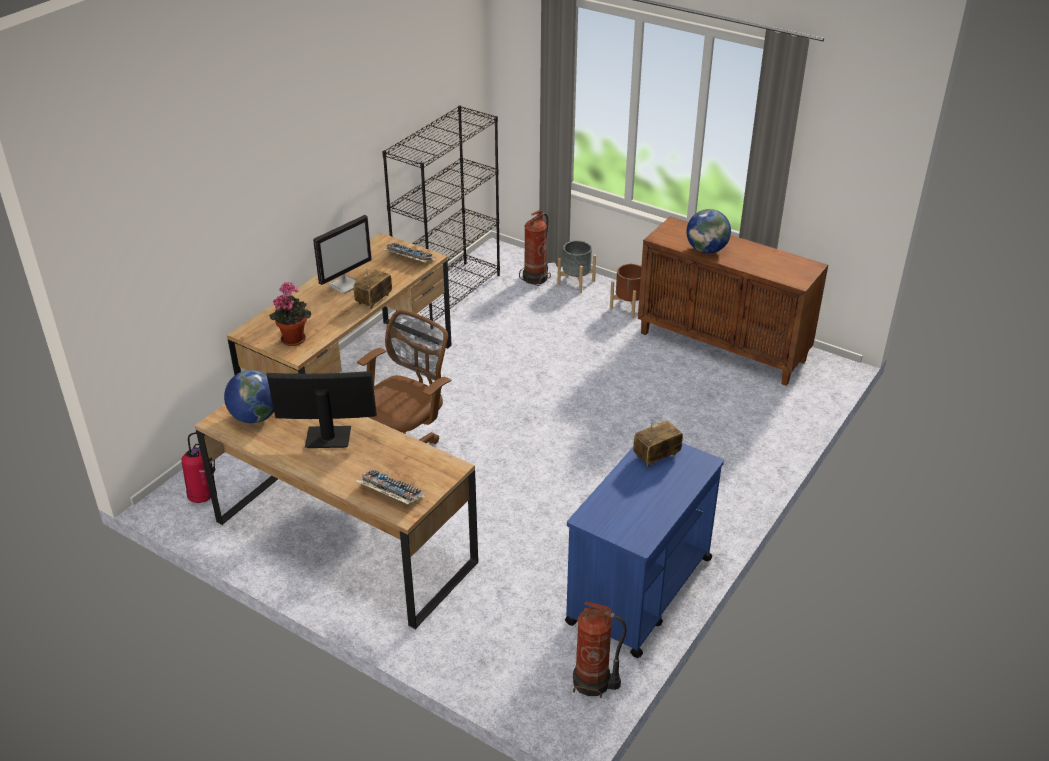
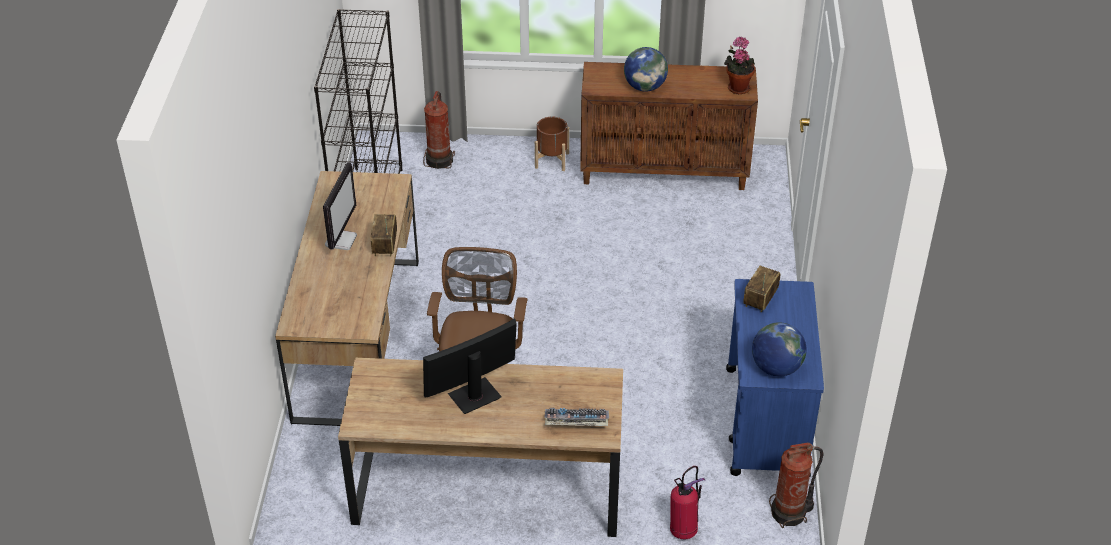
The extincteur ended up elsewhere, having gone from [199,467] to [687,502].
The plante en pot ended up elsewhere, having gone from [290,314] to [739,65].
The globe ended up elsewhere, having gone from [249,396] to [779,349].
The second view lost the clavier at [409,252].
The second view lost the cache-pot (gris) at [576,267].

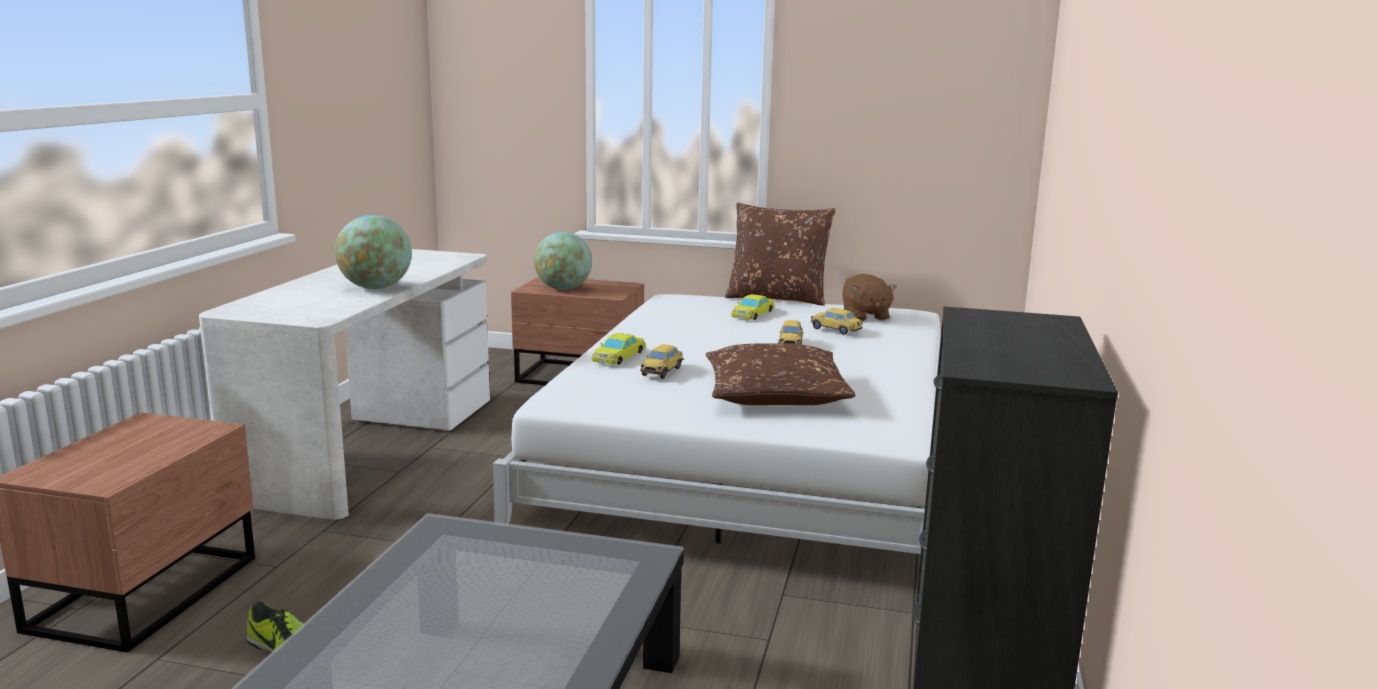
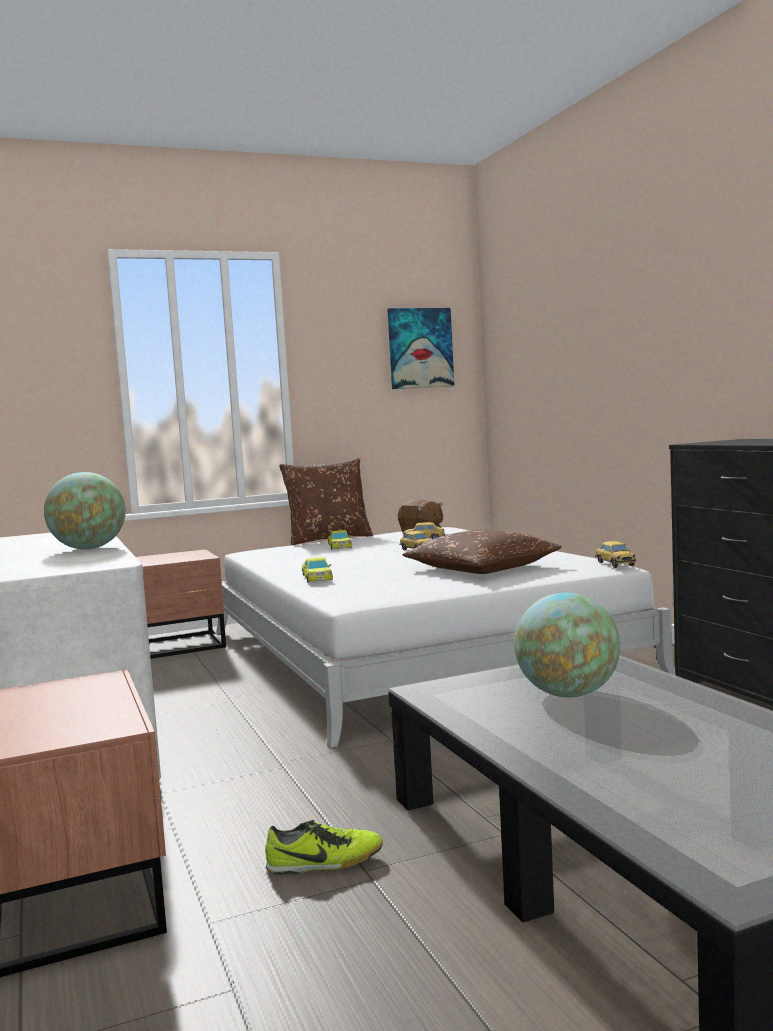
The second view gained the tableau at [420,348].
The globe ended up elsewhere, having gone from [563,261] to [567,645].
The petite voiture ended up elsewhere, having gone from [662,361] to [615,554].

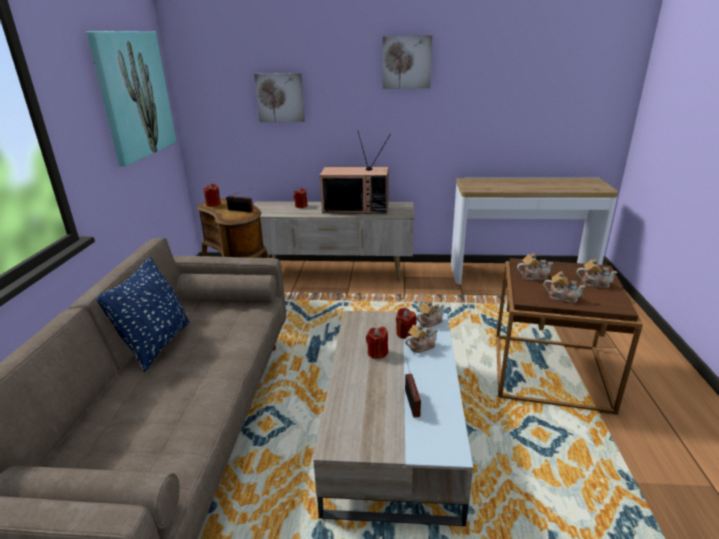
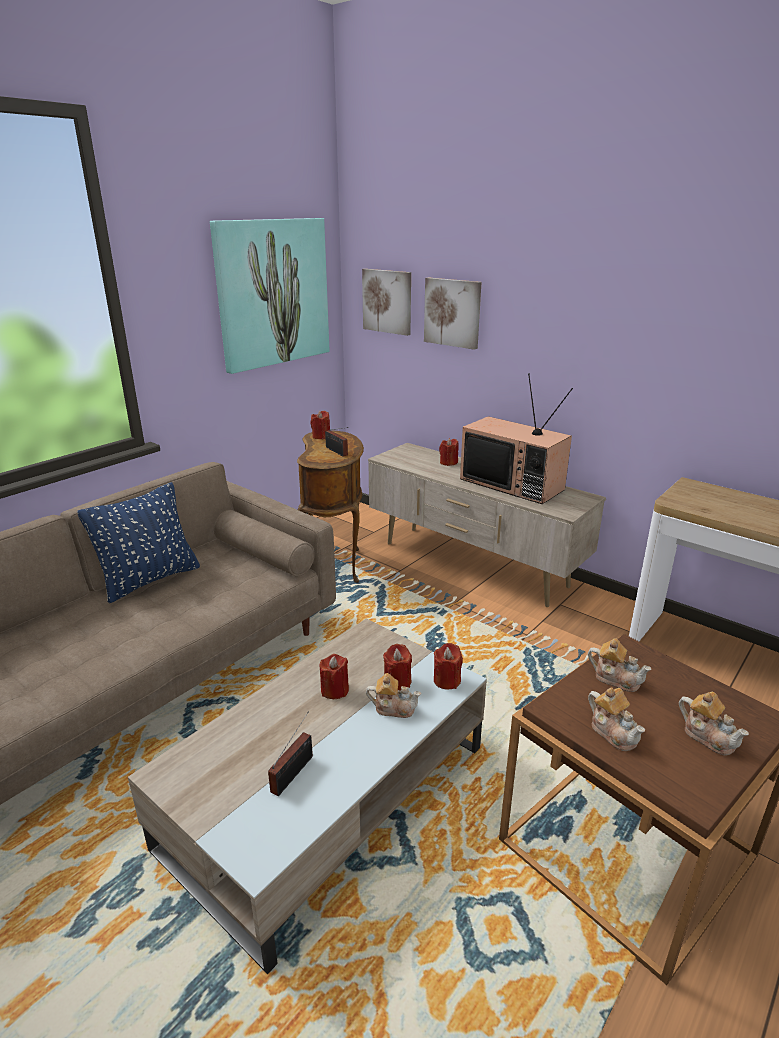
The tableau ended up elsewhere, having gone from [407,62] to [386,302].
Where the théière stood at [430,314], the bougie (rouge) came to stand at [448,666].

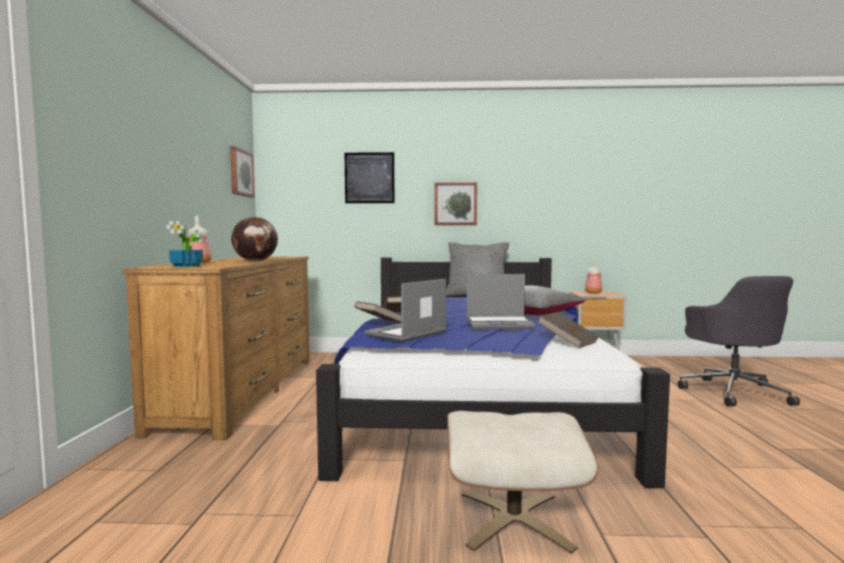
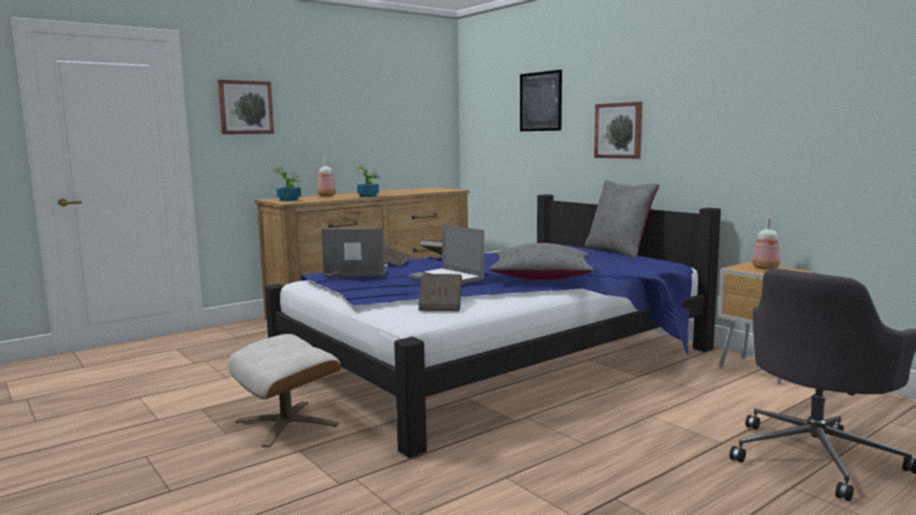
The tableau ended up elsewhere, having gone from [242,172] to [246,107].
Where the globe stood at [254,239], the plante en pot came to stand at [367,180].

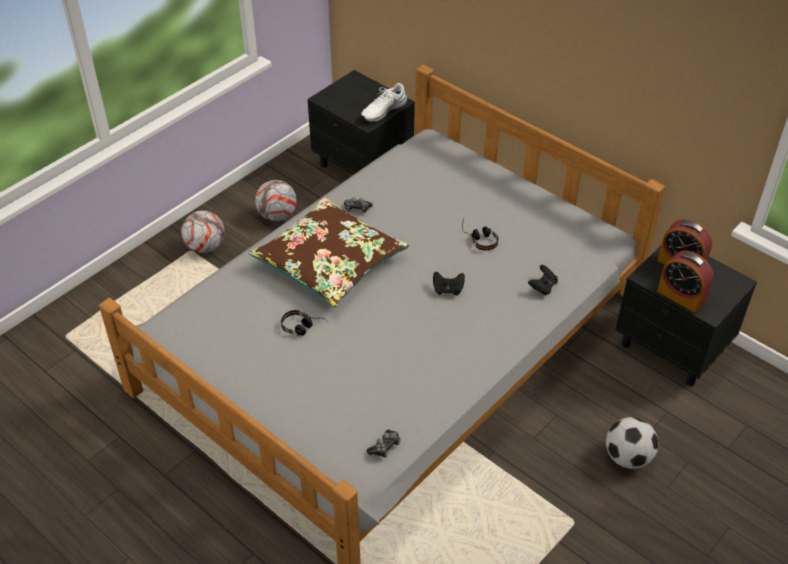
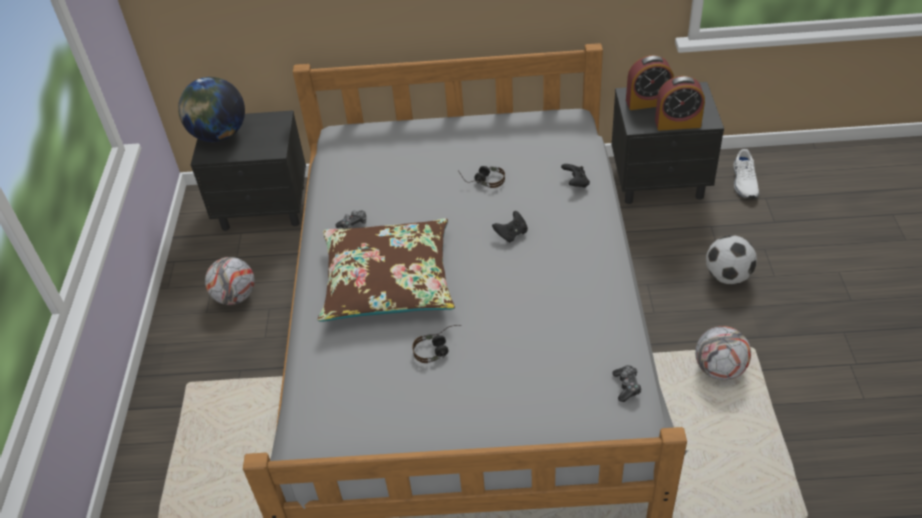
The second view gained the globe at [211,109].
The ballon de foot ended up elsewhere, having gone from [203,231] to [723,353].
The chaussure (blanc) ended up elsewhere, having gone from [384,102] to [746,174].

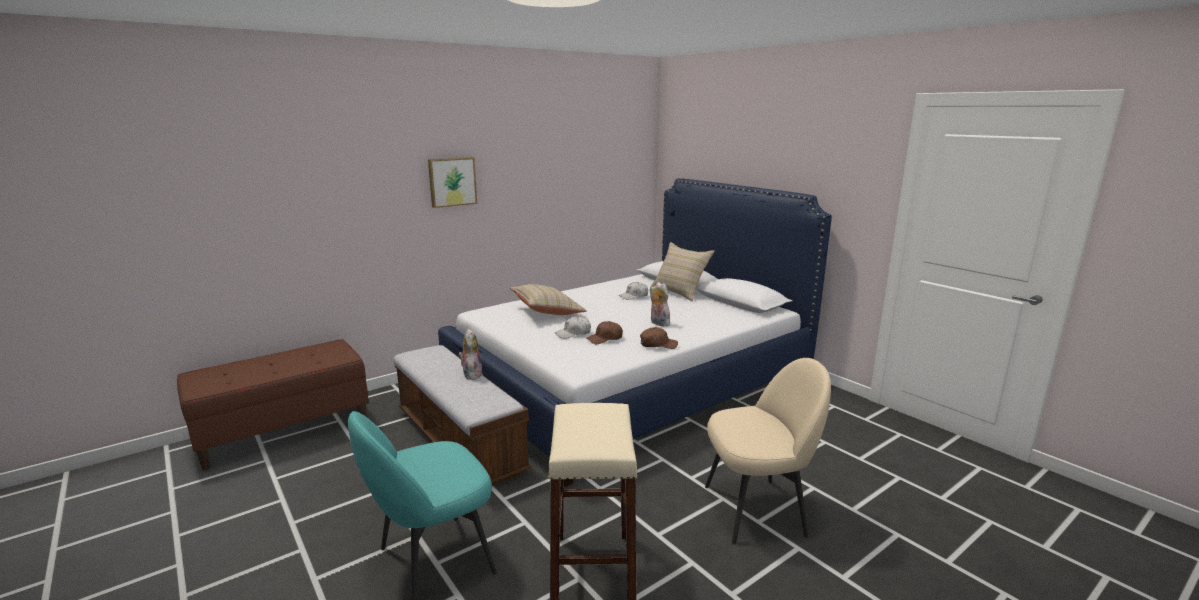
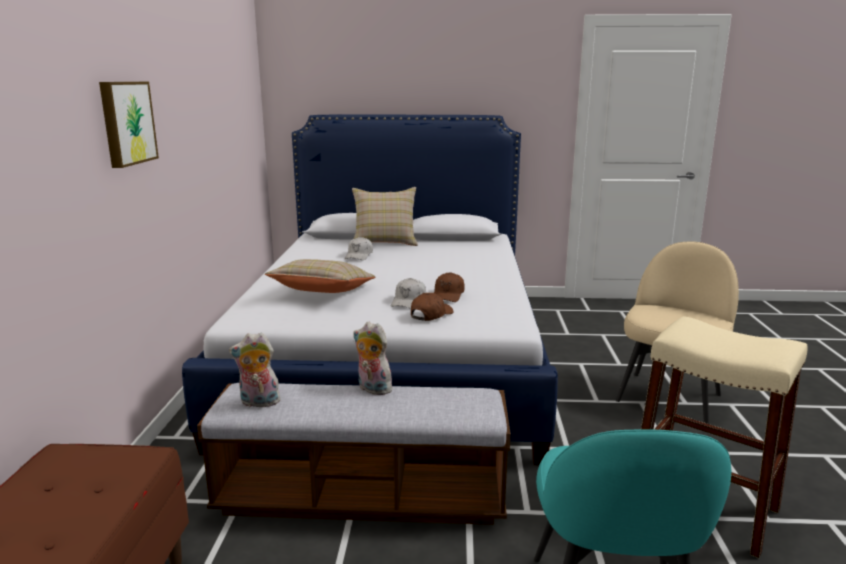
The peluche ended up elsewhere, having gone from [660,304] to [255,369].
The casquette (marron) ended up elsewhere, having gone from [659,338] to [432,307].

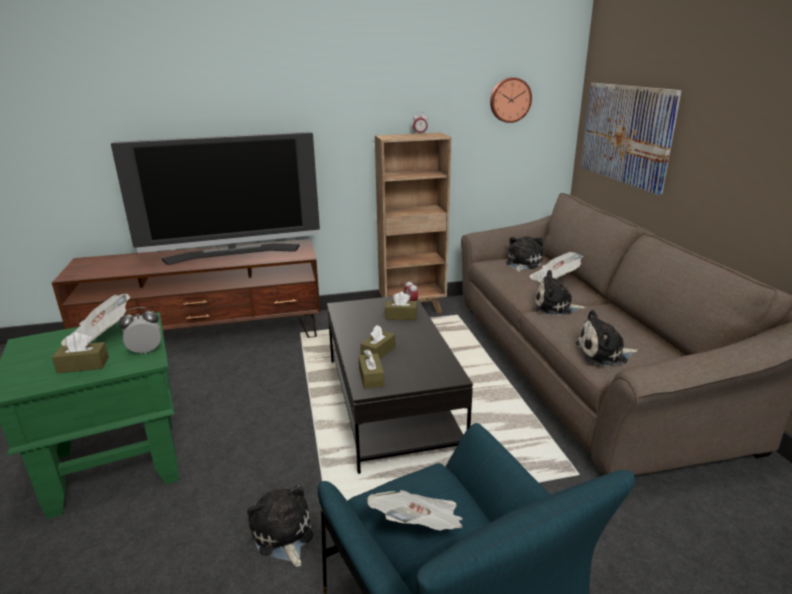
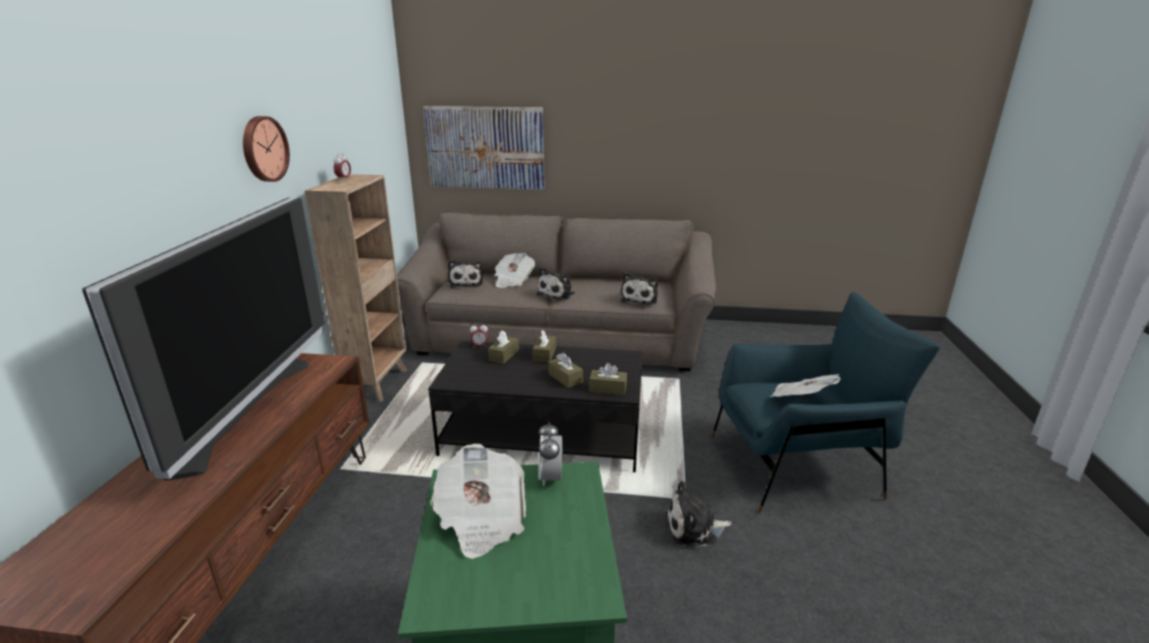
The horloge murale ended up elsewhere, having gone from [511,100] to [266,149].
The peluche at [524,254] ended up facing another way, 150 degrees counterclockwise from before.
The boîte à mouchoirs (marron) ended up elsewhere, having gone from [80,352] to [544,346].

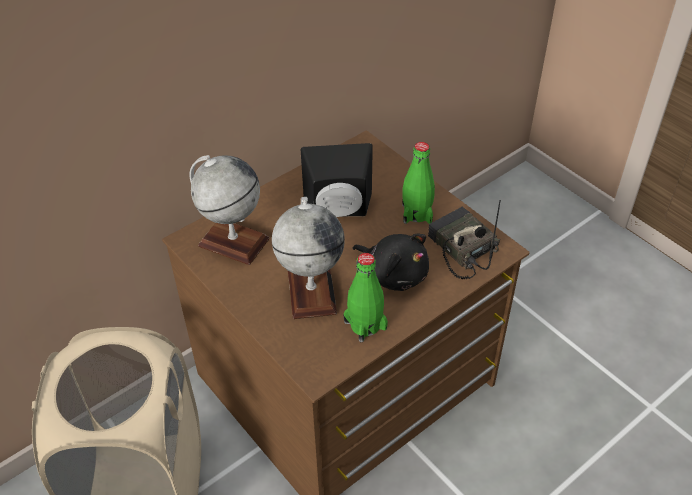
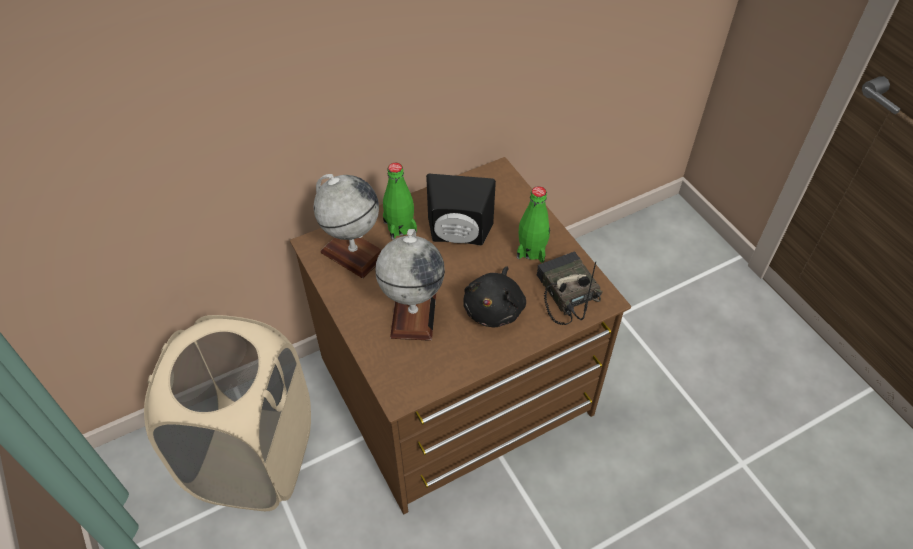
The bouteille (vert) ended up elsewhere, having gone from [365,297] to [400,201].
The peluche (noir) at [390,262] ended up facing another way, 60 degrees clockwise from before.

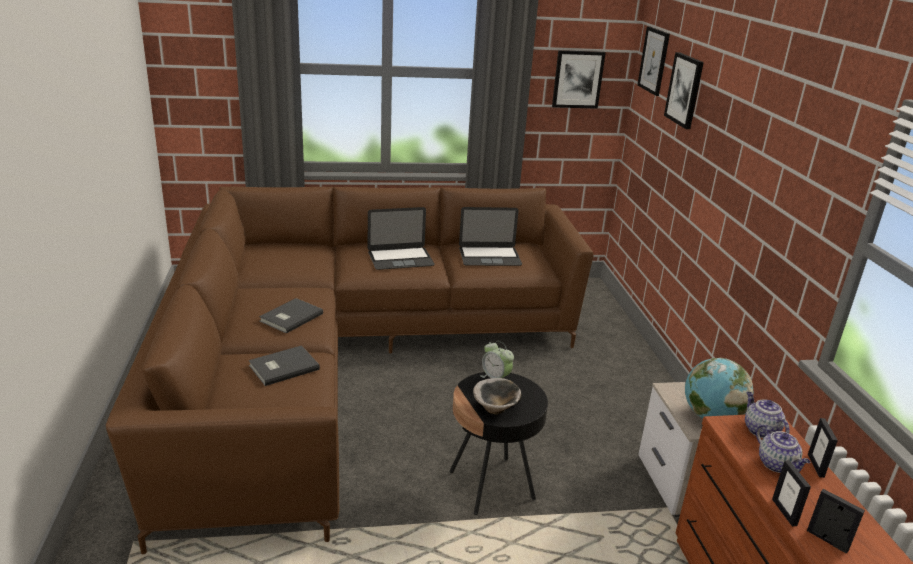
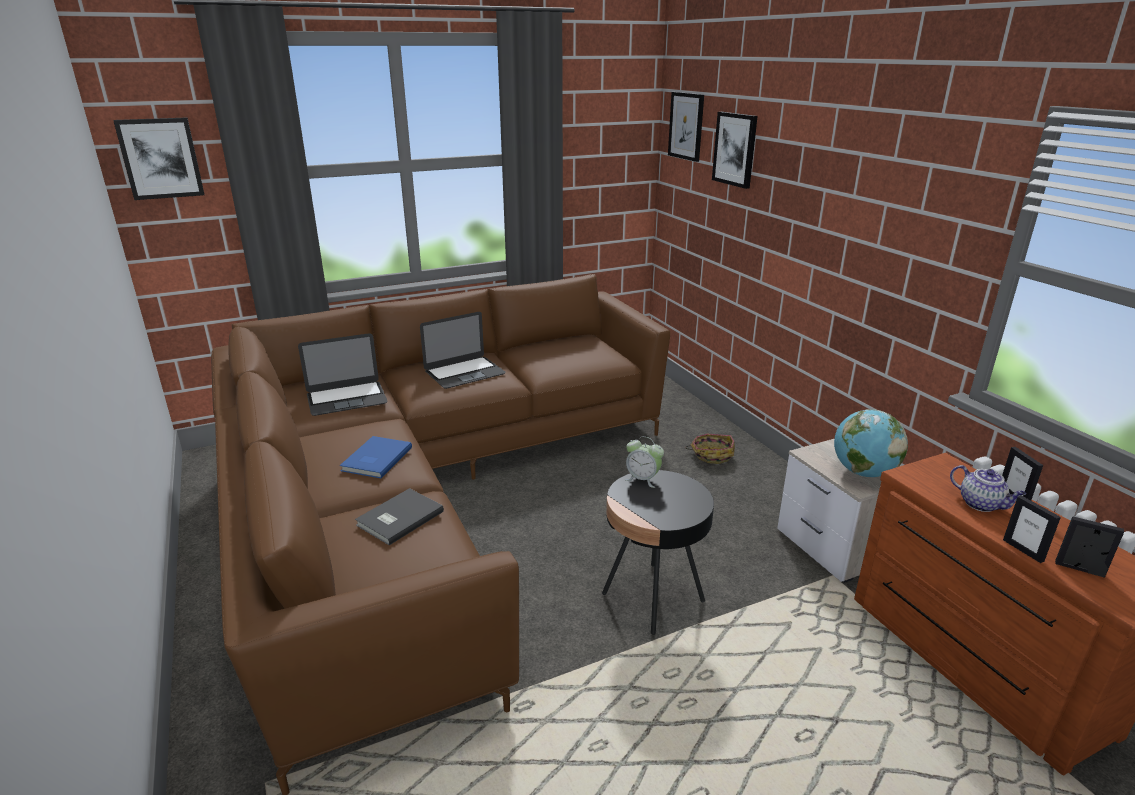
The tableau ended up elsewhere, having gone from [579,79] to [159,158].
The ordinateur portable ended up elsewhere, having gone from [490,236] to [342,374].
What was the livre (gris) at [291,316] turned into the livre (bleu) at [376,457].
The second view gained the panier at [710,449].
The second view lost the bol at [497,396].
The second view lost the théière at [767,415].

